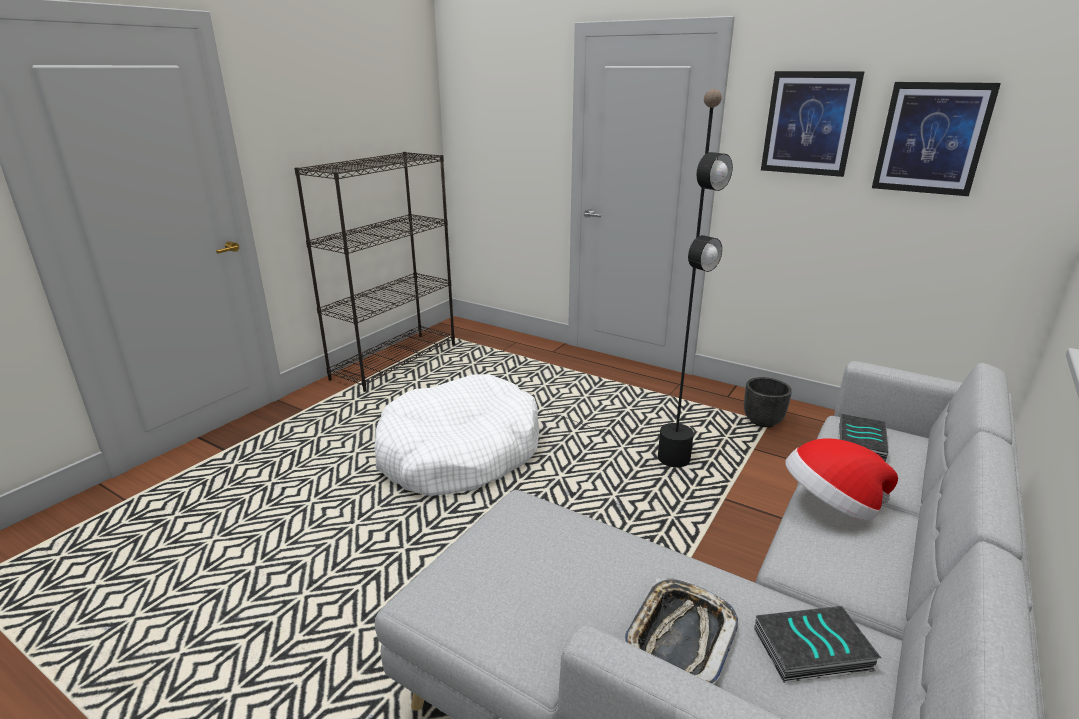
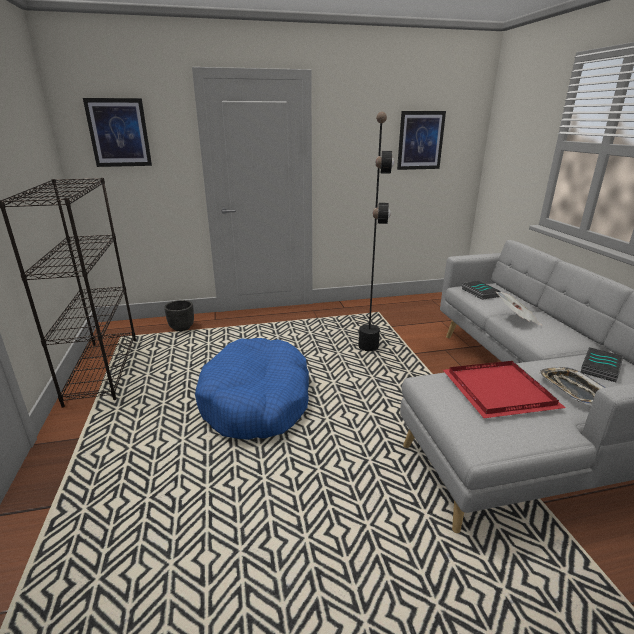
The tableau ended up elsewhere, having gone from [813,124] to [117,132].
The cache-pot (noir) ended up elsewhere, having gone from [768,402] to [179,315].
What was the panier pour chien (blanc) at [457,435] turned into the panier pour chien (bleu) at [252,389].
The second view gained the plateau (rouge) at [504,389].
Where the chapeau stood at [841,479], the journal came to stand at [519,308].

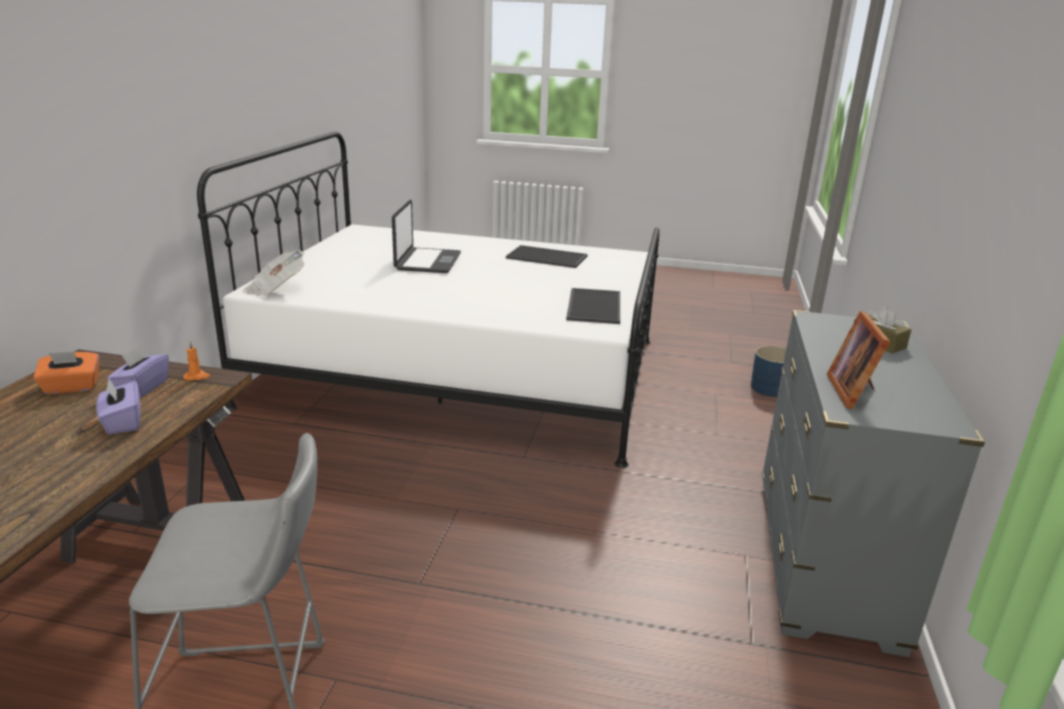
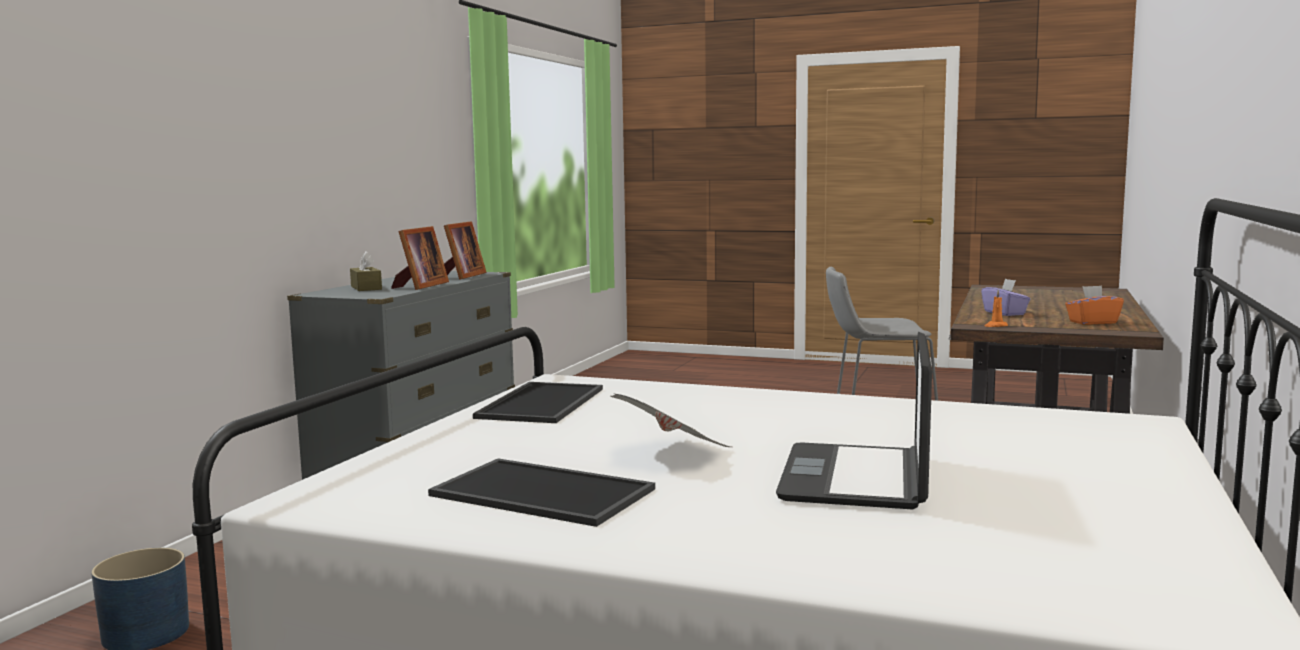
The second view gained the cadre photo at [420,258].
The journal ended up elsewhere, having gone from [274,273] to [670,420].
The second view lost the boîte à mouchoirs (violet) at [138,372].

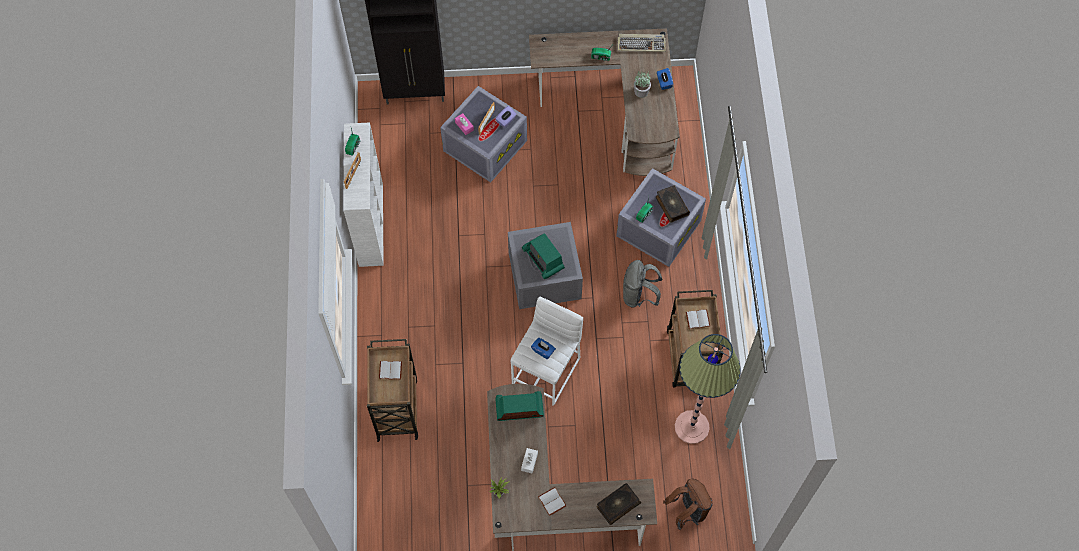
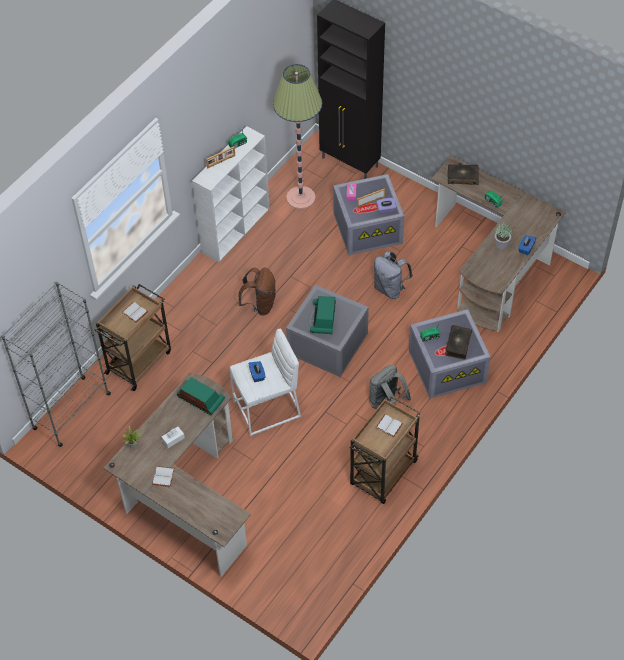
The second view gained the bibliothèque (gris) at [56,364].
The sac à dos (marron) ended up elsewhere, having gone from [687,504] to [257,291].
The lampadaire ended up elsewhere, having gone from [708,389] to [297,136].
The second view gained the sac à dos (gris) at [393,275].
The livre ended up elsewhere, having gone from [618,504] to [463,174].
The second view lost the clavier at [642,43].

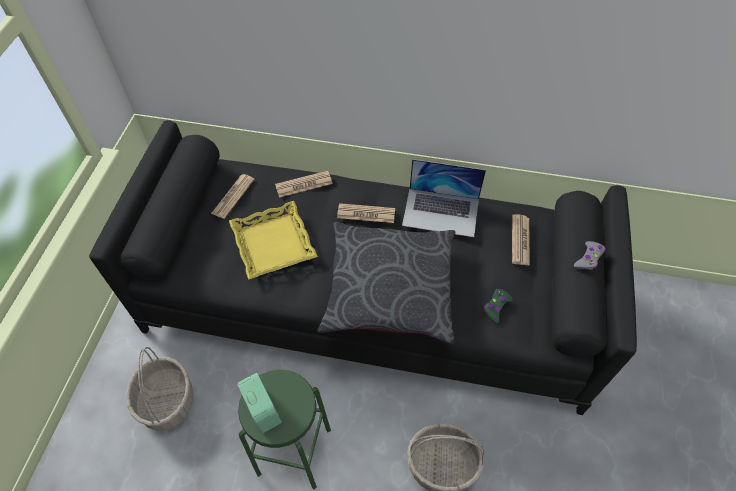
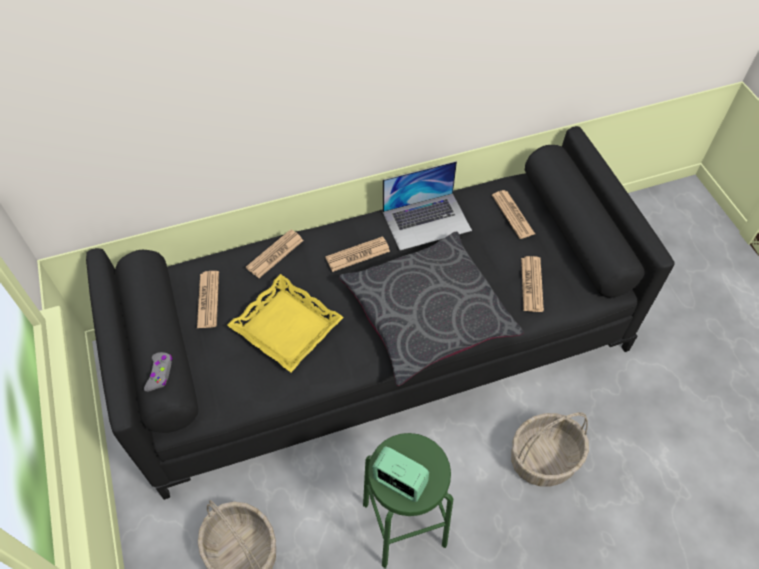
The manette (gris) ended up elsewhere, having gone from [590,255] to [158,372].
Where the manette (vert) stood at [498,306], the journal came to stand at [532,284].

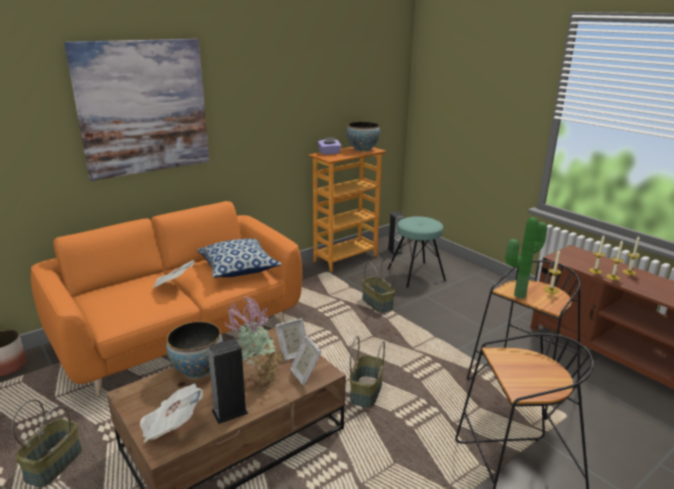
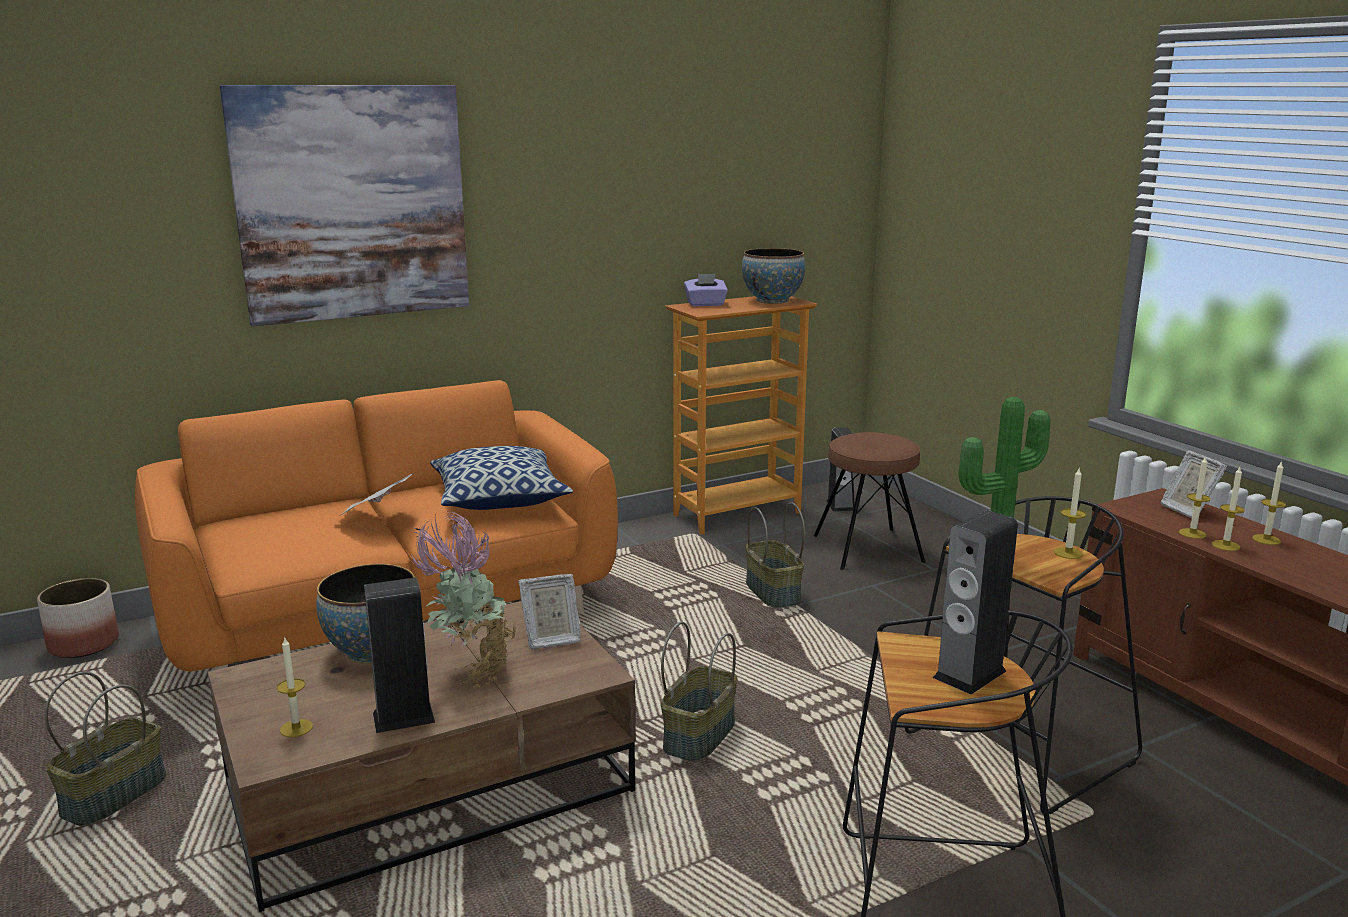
Where the journal stood at [171,413], the bougie came to stand at [295,686].
What was the tabouret (turquoise) at [417,252] turned into the tabouret (marron) at [870,501].
The second view gained the enceinte at [975,602].
The cadre photo ended up elsewhere, having gone from [305,360] to [1193,484].

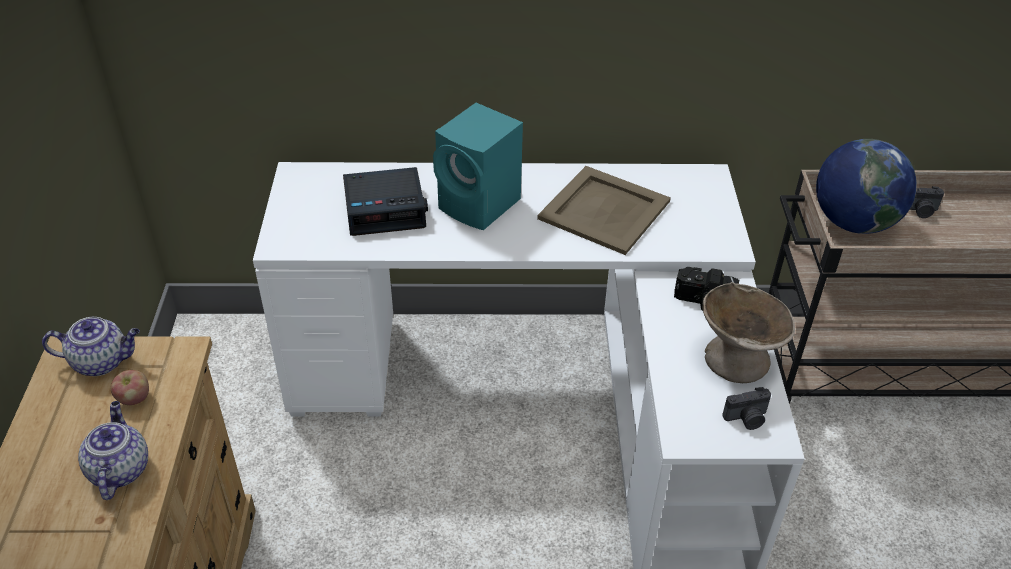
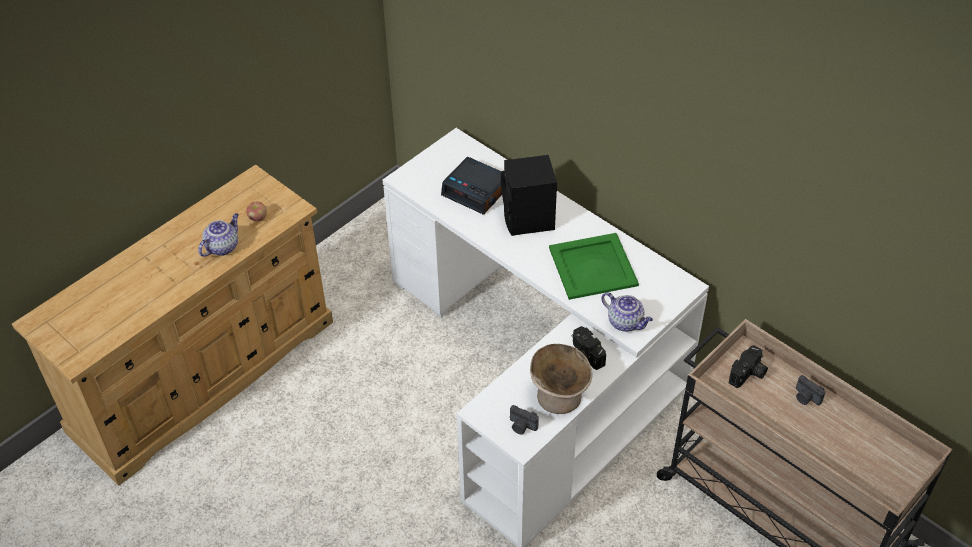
What was the enceinte (turquoise) at [478,166] turned into the enceinte (noir) at [529,195].
What was the plateau (beige) at [604,210] turned into the plateau (vert) at [594,266].
The théière ended up elsewhere, having gone from [91,346] to [627,312].
Where the globe stood at [866,186], the appareil photo came to stand at [748,366].

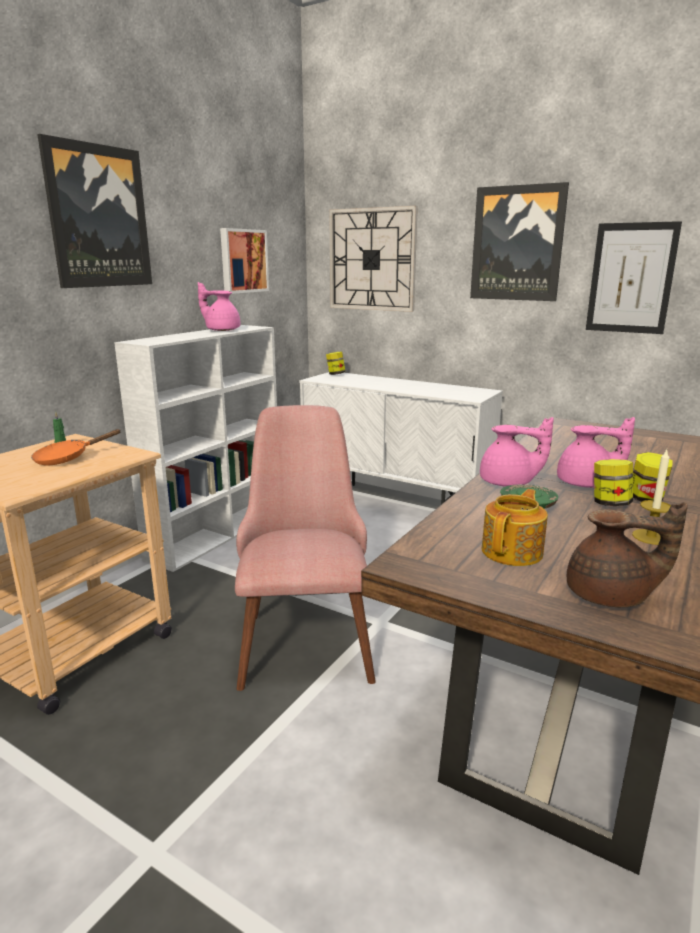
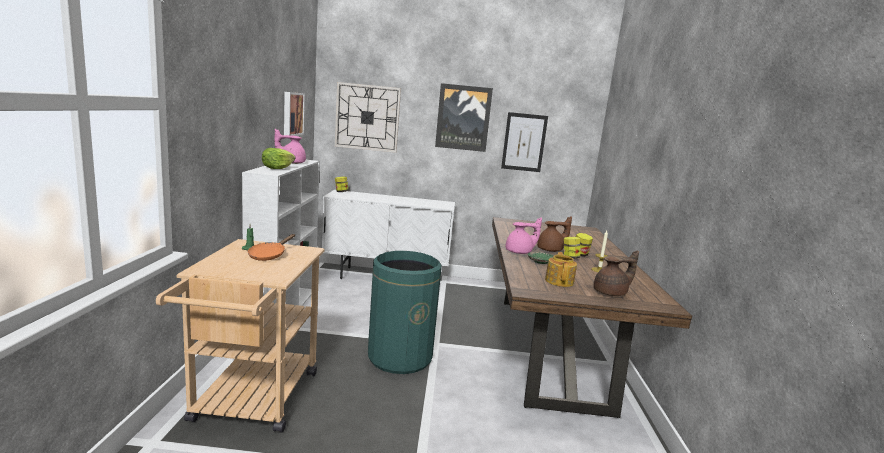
The second view gained the laitue at [278,158].
Where the chaise (rose) stood at [305,548], the poubelle (vert) came to stand at [405,312].
What was the théière (rose) at [596,452] turned into the théière (marron) at [554,234].
The second view lost the tableau at [94,211].

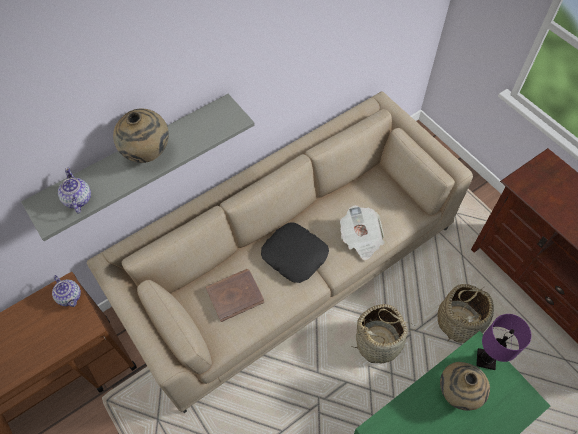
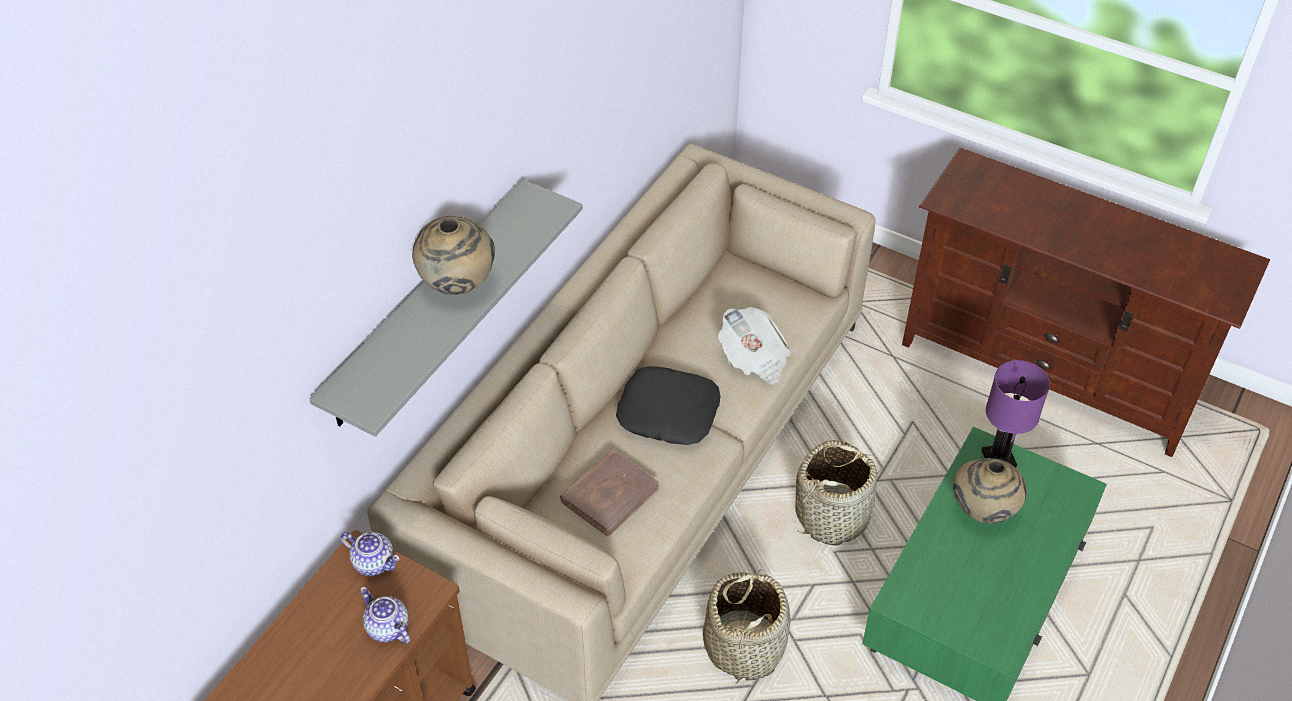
The théière ended up elsewhere, having gone from [74,190] to [385,615].
The panier ended up elsewhere, having gone from [465,313] to [747,626].

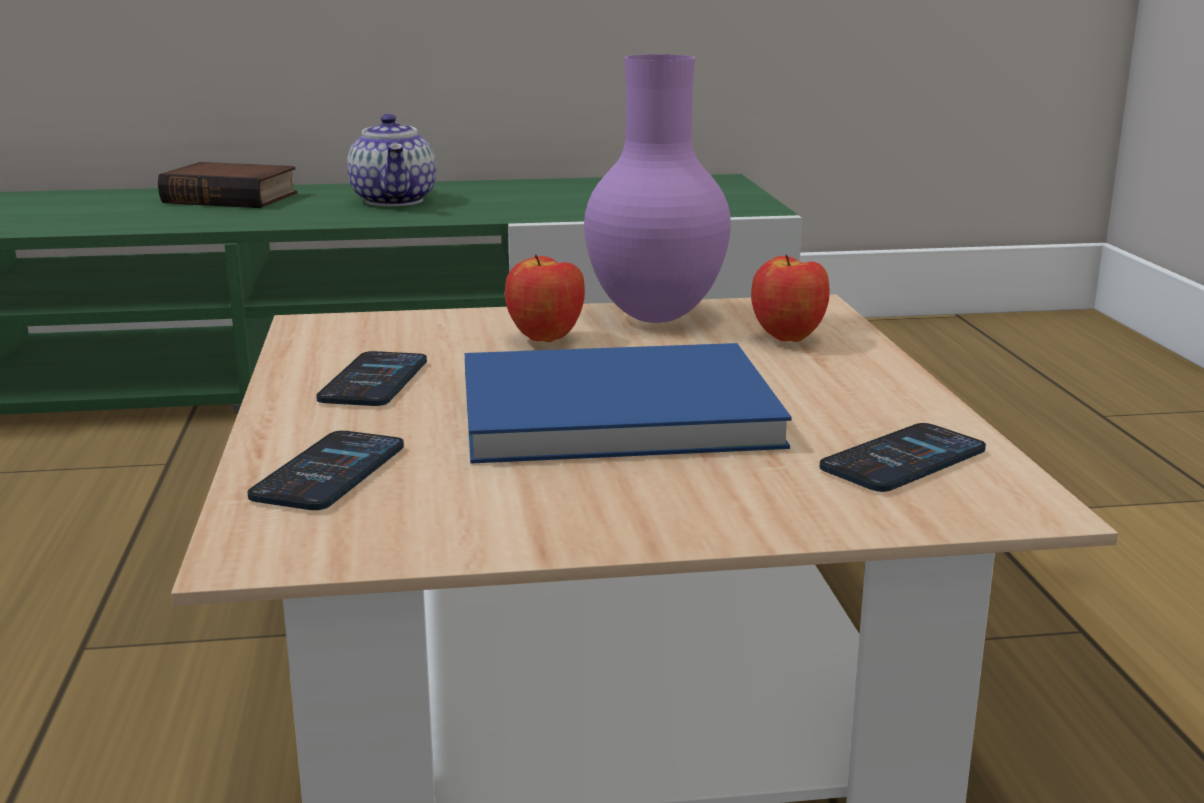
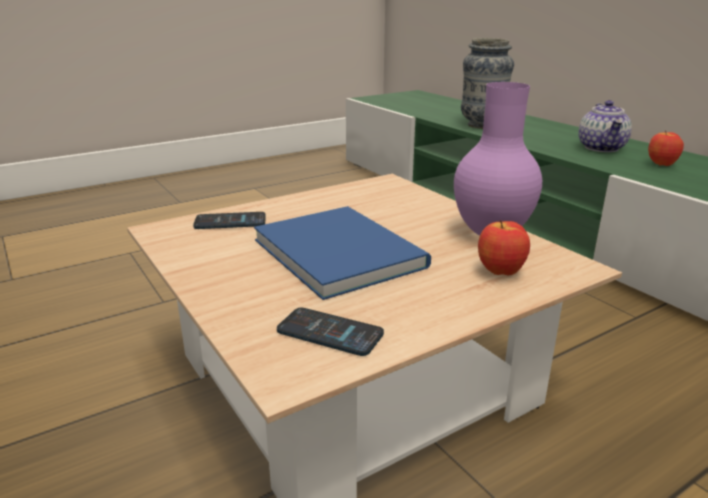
The second view gained the vase at [487,83].
The théière at [391,160] ended up facing another way, 45 degrees counterclockwise from before.
The pomme ended up elsewhere, having gone from [545,298] to [666,148].
The second view lost the livre at [227,185].
The second view lost the téléphone at [371,378].

